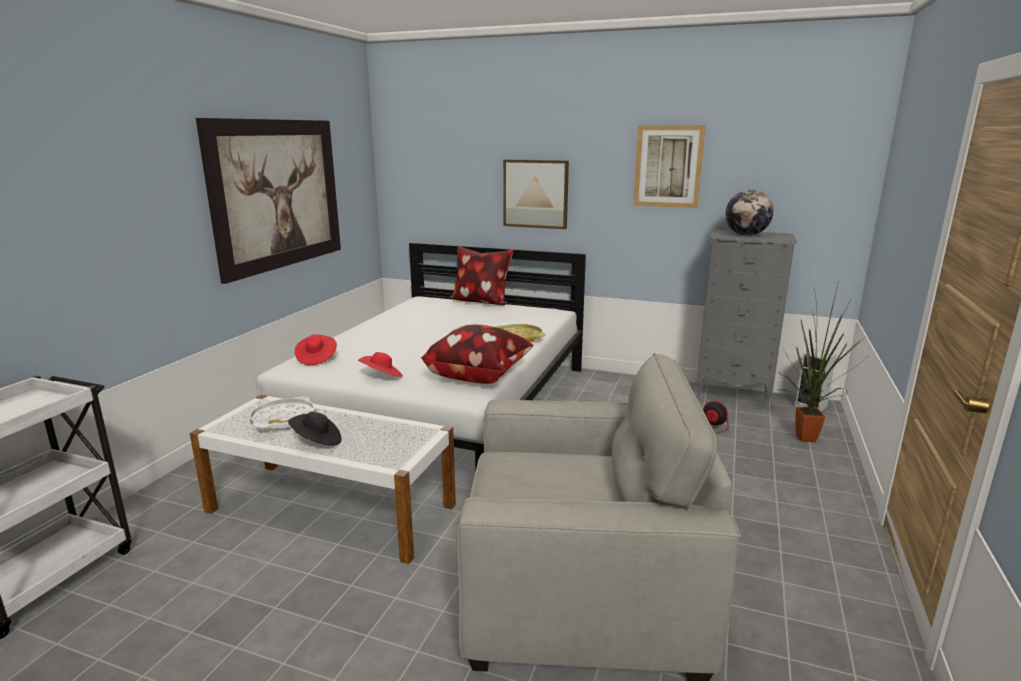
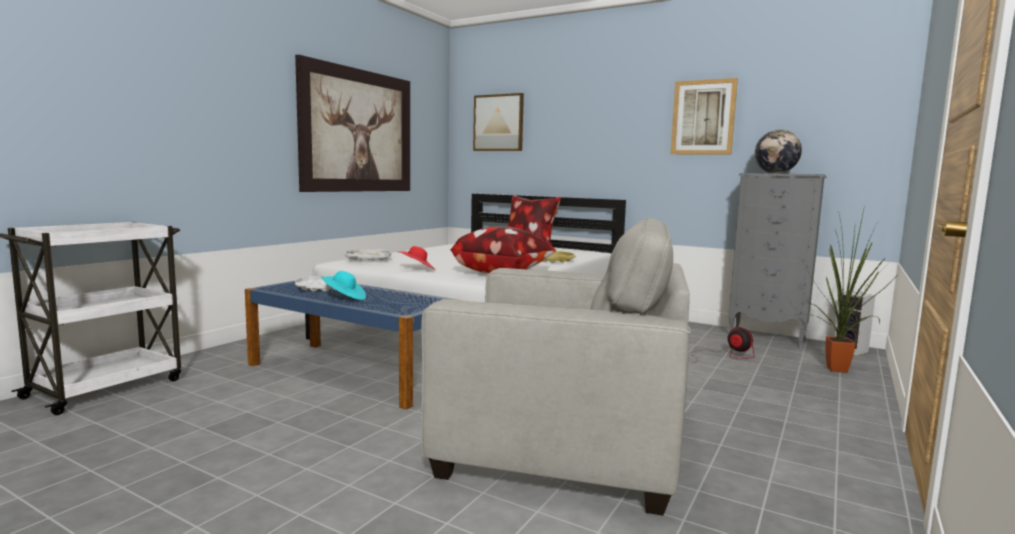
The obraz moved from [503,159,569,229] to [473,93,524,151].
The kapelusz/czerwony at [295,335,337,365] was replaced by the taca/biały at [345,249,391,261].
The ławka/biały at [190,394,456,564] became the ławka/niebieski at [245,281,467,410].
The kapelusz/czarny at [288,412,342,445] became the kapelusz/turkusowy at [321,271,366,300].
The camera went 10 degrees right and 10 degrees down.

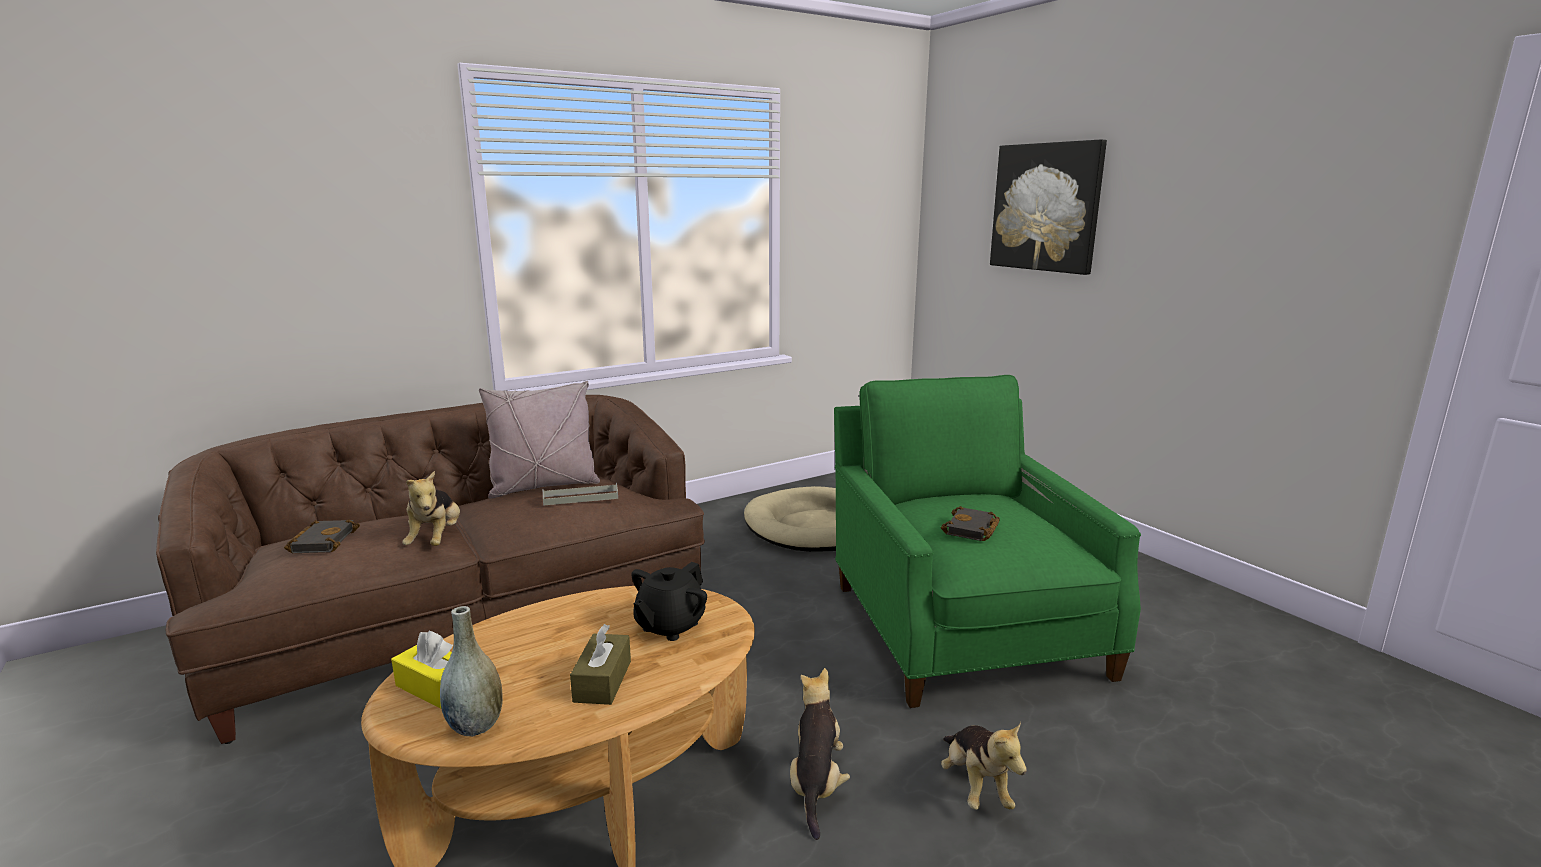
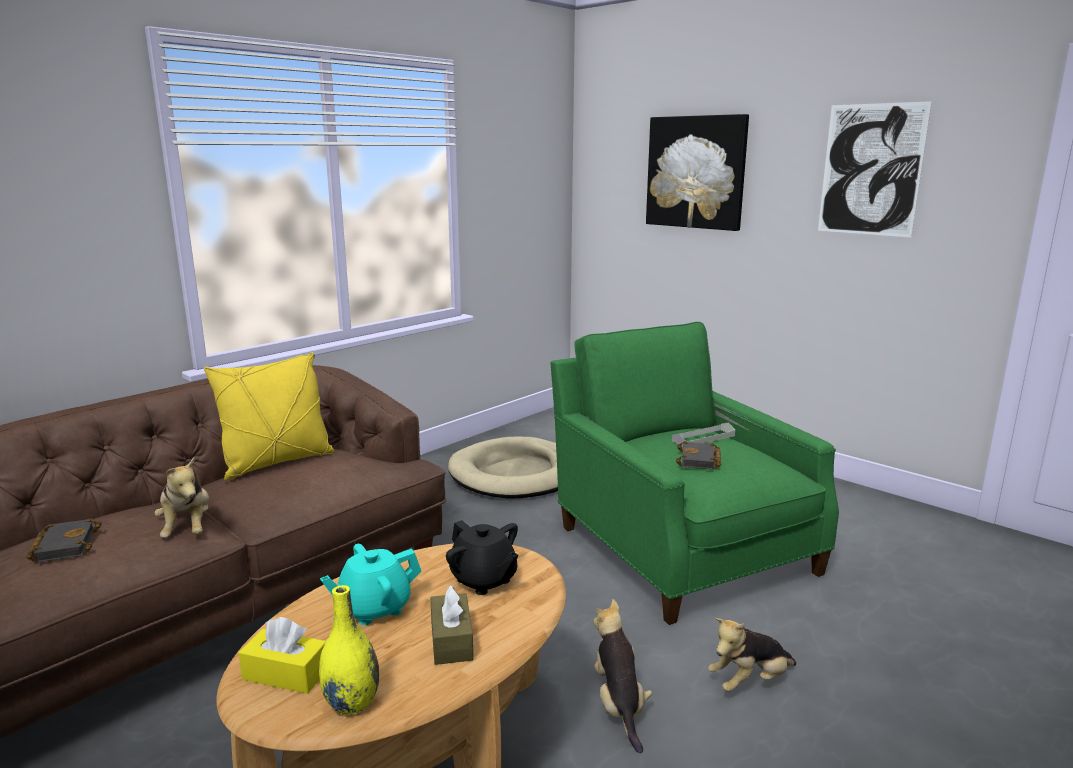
The imbryk/turkusowy at [320,544,421,625] appeared.
The obraz at [818,101,932,237] appeared.
The taca/szary moved from [543,483,618,506] to [672,422,735,446].
The wazon/szary at [440,606,503,737] became the wazon/żółty at [319,585,379,715].
The poduszka/fioletowy at [479,381,600,499] became the poduszka/żółty at [204,352,335,480].
The imbryk/czarny at [631,562,707,641] turned 60 degrees counterclockwise.
The pluszak at [941,722,1027,810] turned 90 degrees clockwise.
The camera went 15 degrees left and 0 degrees up.

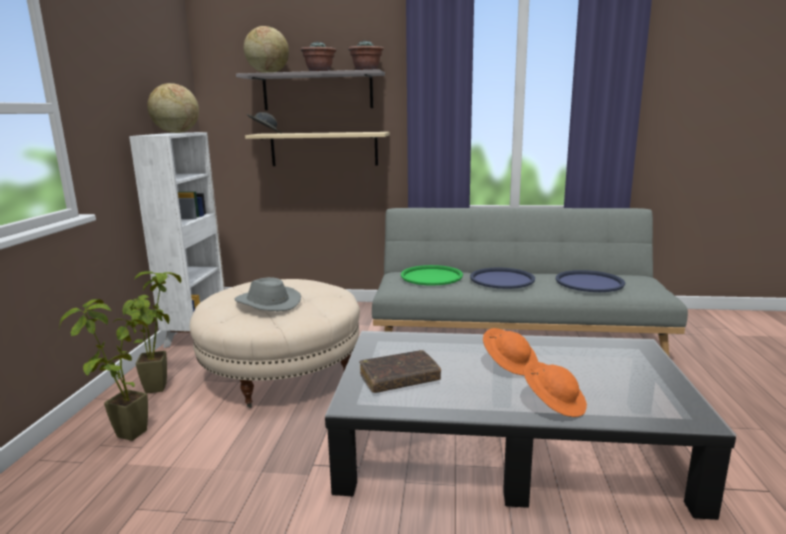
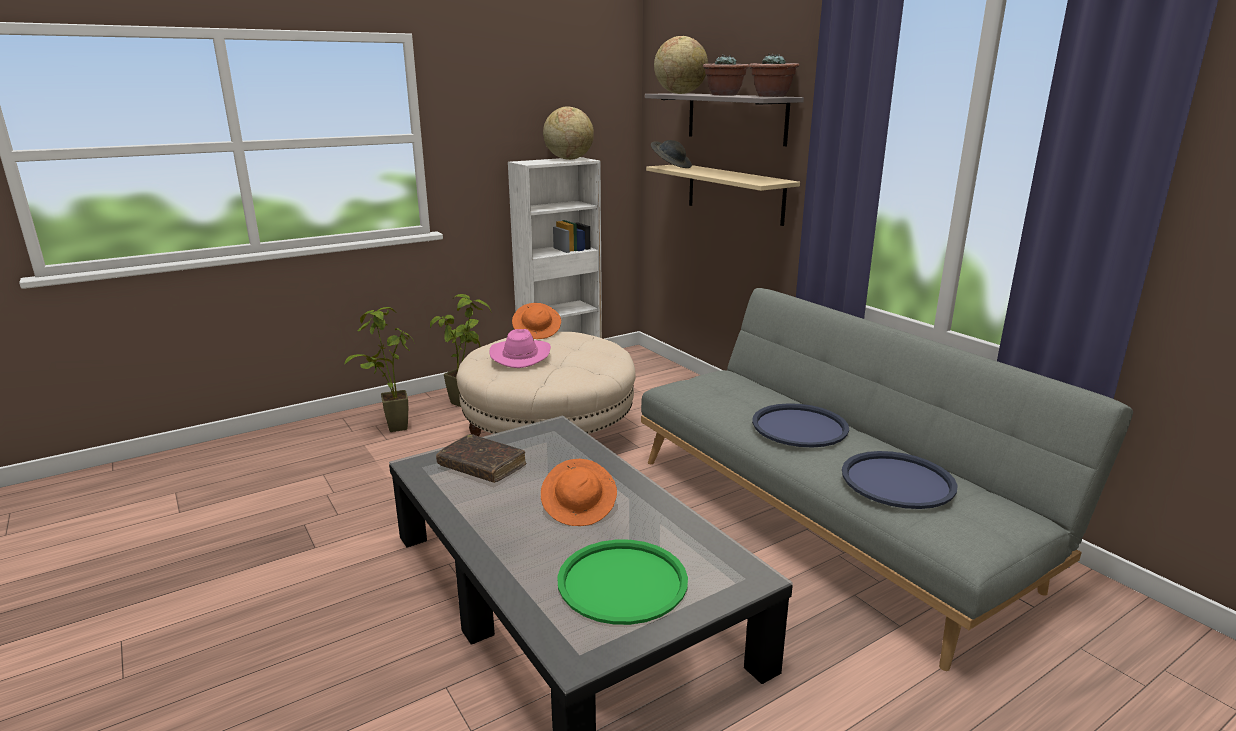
The taca/zielony moved from [401,265,463,286] to [557,540,688,625].
The kapelusz/pomarańczowy moved from [524,361,587,417] to [512,303,561,339].
The kapelusz/szary at [234,277,301,311] became the kapelusz/różowy at [490,329,551,368].
The camera went 50 degrees right and 5 degrees up.

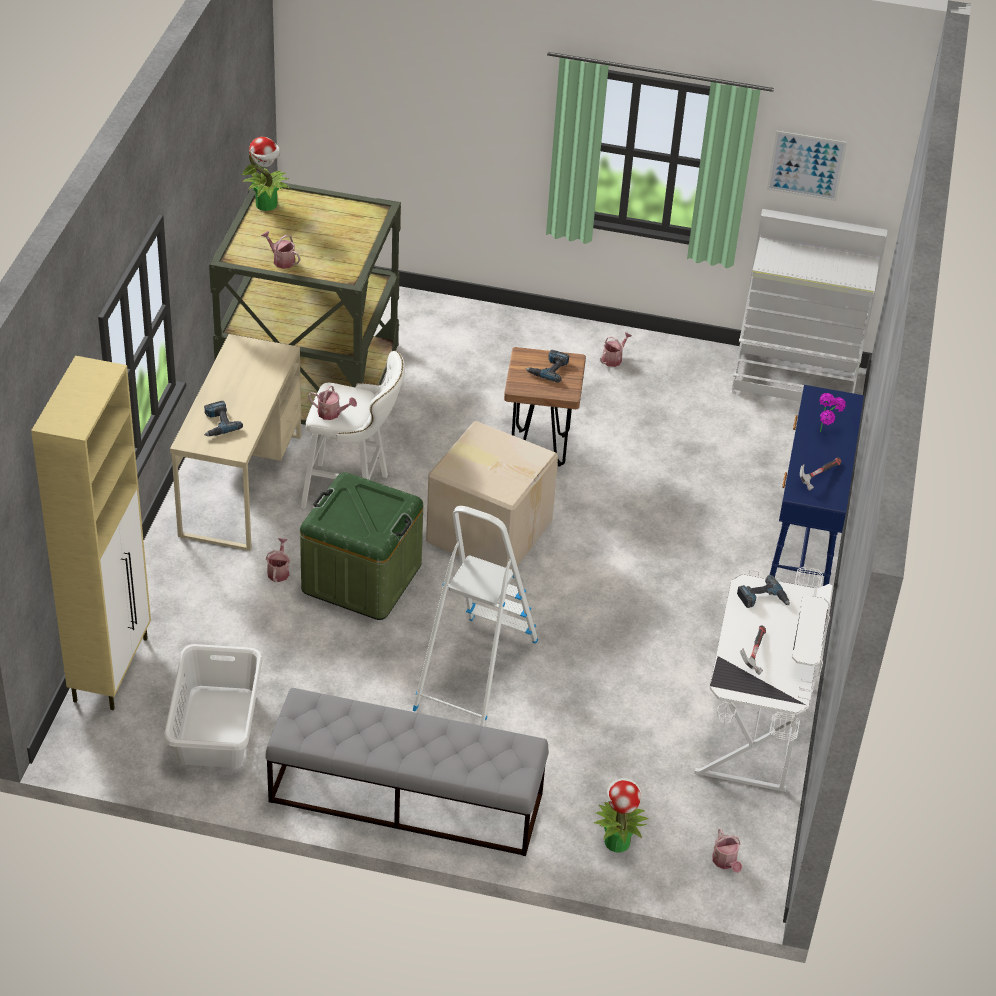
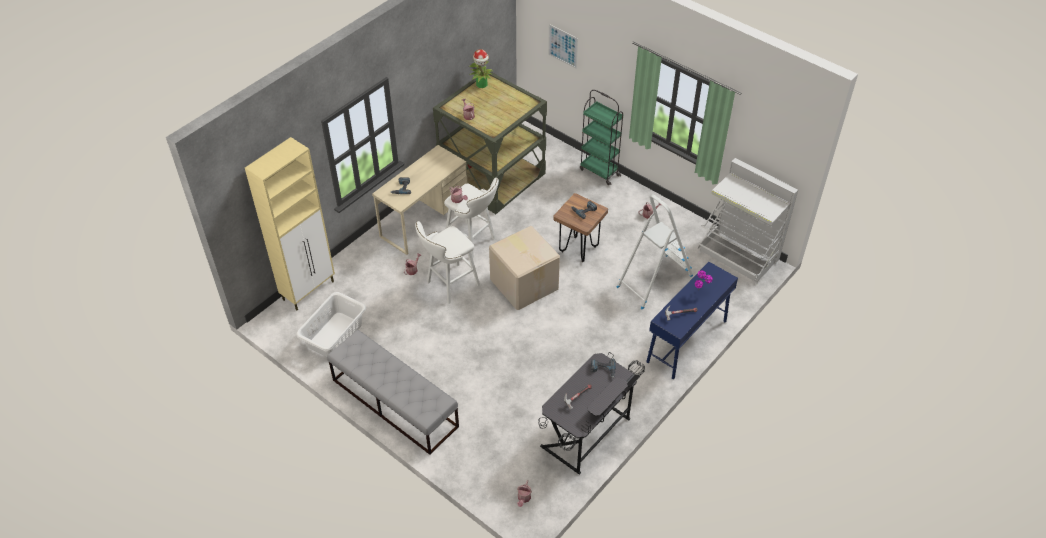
The roślina doniczkowa at [594,778,648,853] disappeared.
The wózek/zielony at [580,90,623,185] appeared.
The drabinka/biały moved from [413,506,538,727] to [617,194,693,309].
The obraz moved from [767,131,847,201] to [548,24,578,69].
The pojemnik do przechowywania/zielony at [300,472,423,620] was replaced by the stołek/biały at [415,221,480,304].
The biurko/biały at [695,567,832,792] became the biurko/czarny at [538,352,645,475].
The camera went 30 degrees right and 5 degrees up.

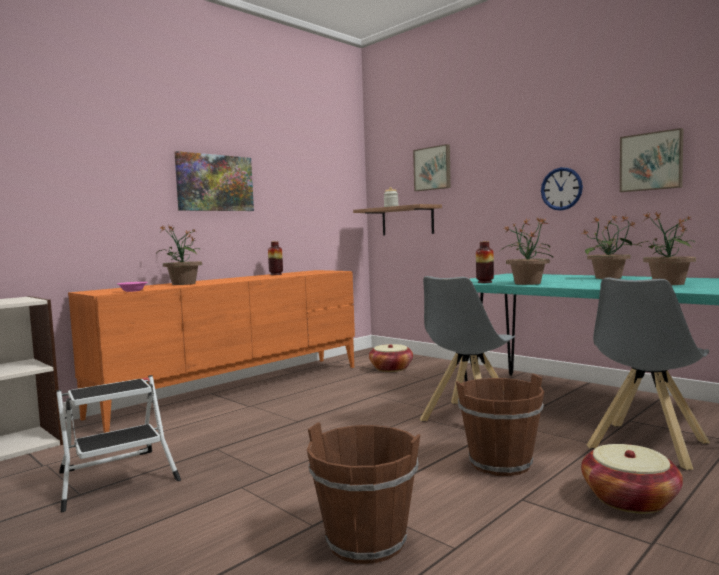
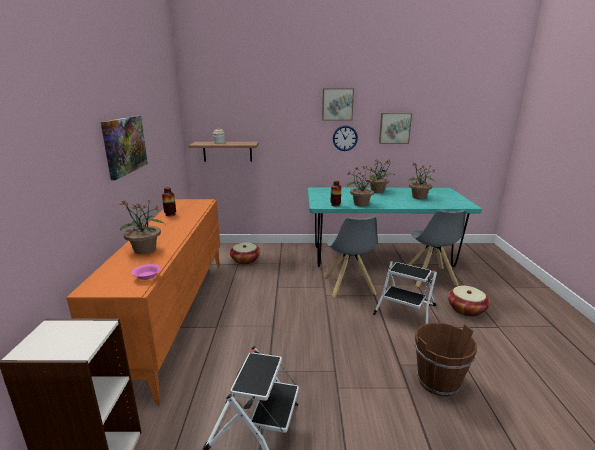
The obraz moved from [413,144,451,191] to [322,89,354,120].
The wiadro/brązowy at [456,374,544,476] was replaced by the drabinka at [373,260,437,324].
The camera went 45 degrees left and 15 degrees up.

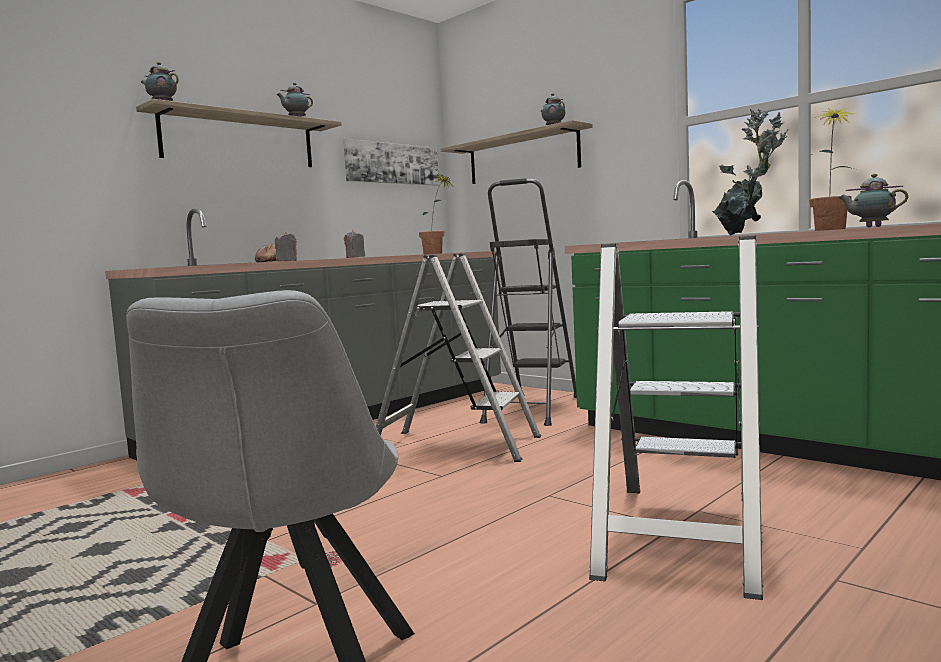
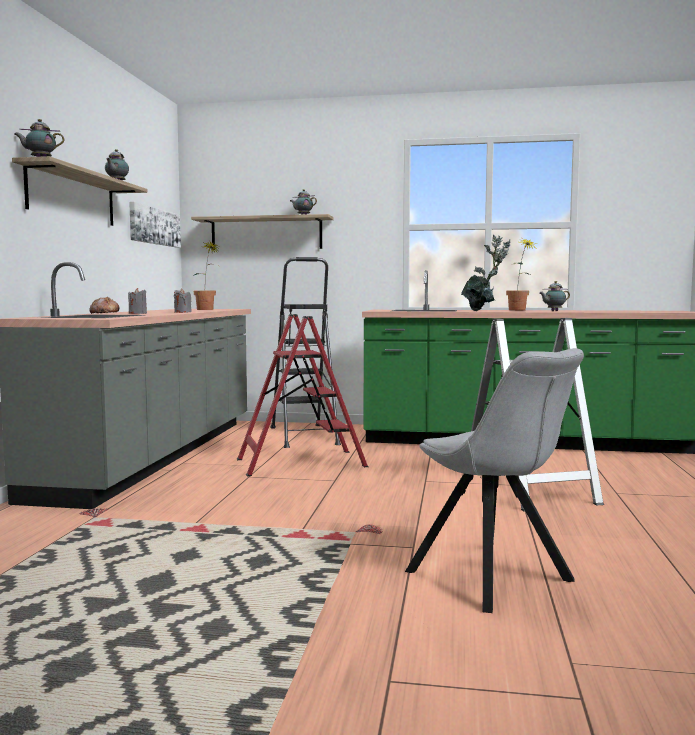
The drabinka/szary at [376,253,542,462] became the drabinka/czerwony at [237,314,369,476].
The camera went 35 degrees left and 0 degrees up.

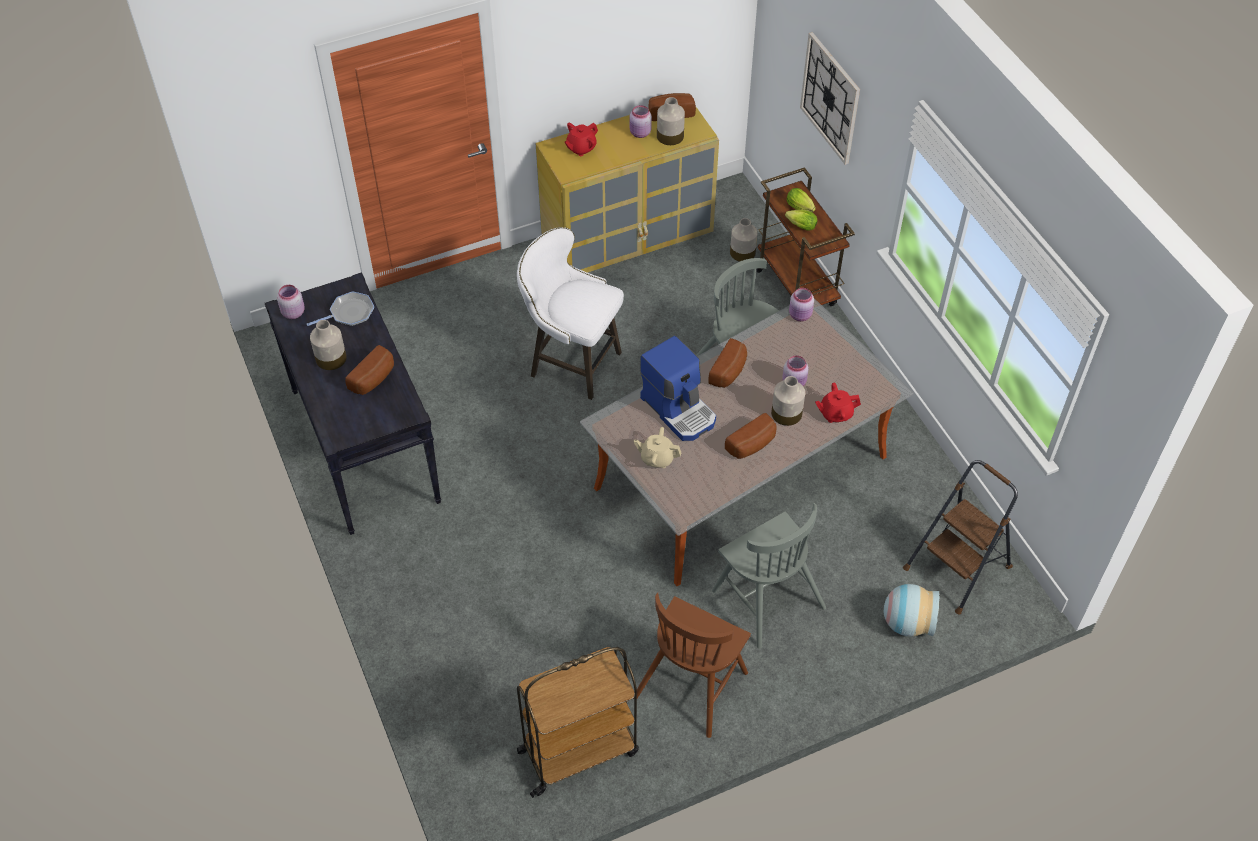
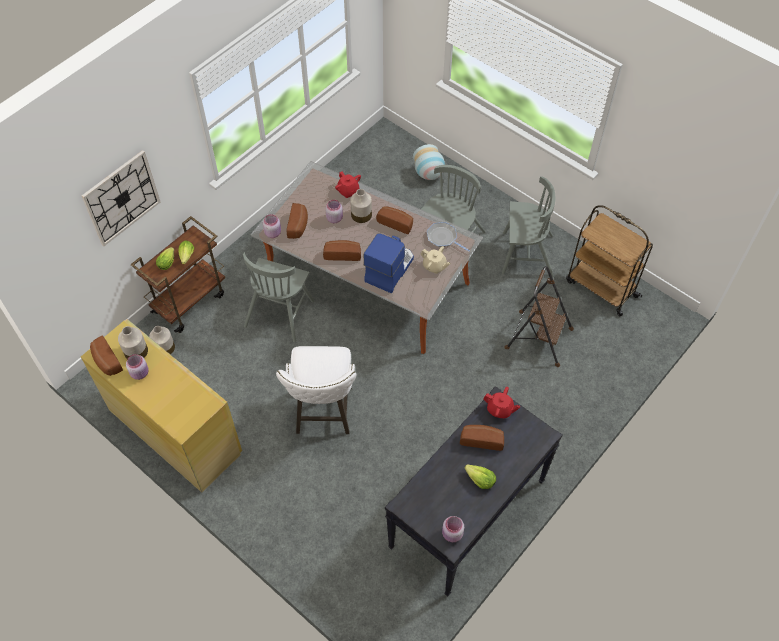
The chleb at [286,203,308,239] appeared.
The patelnia moved from [307,291,374,326] to [427,222,470,252].
The imbryk/czerwony moved from [565,122,598,156] to [483,387,520,418].
The drabinka/brązowy moved from [903,460,1018,615] to [504,266,574,367].
The wazon/beżowy at [310,320,347,370] was replaced by the sałata at [464,464,496,489].
The krzesło/brązowy at [633,593,751,738] became the krzesło/szary at [502,176,555,277].
The imbryk/beżowy at [634,427,681,468] turned 45 degrees counterclockwise.
The camera went 115 degrees left and 5 degrees up.

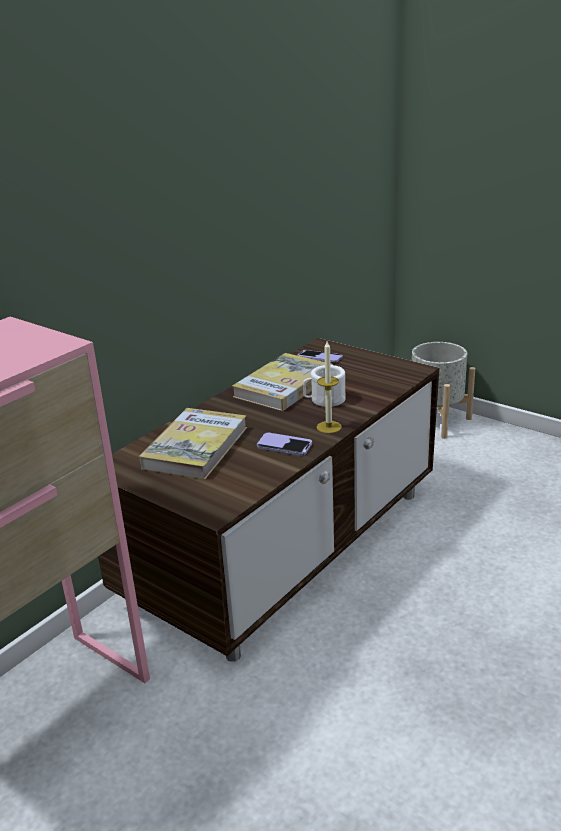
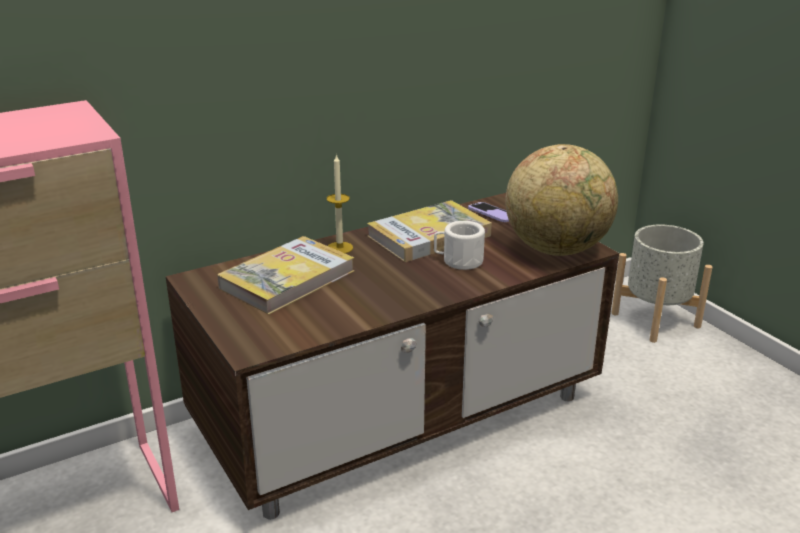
The telefon at [257,433,312,456] disappeared.
The globus at [505,144,618,256] appeared.
The świeca moved from [317,341,342,434] to [327,154,353,253].
The camera went 20 degrees right and 0 degrees up.

